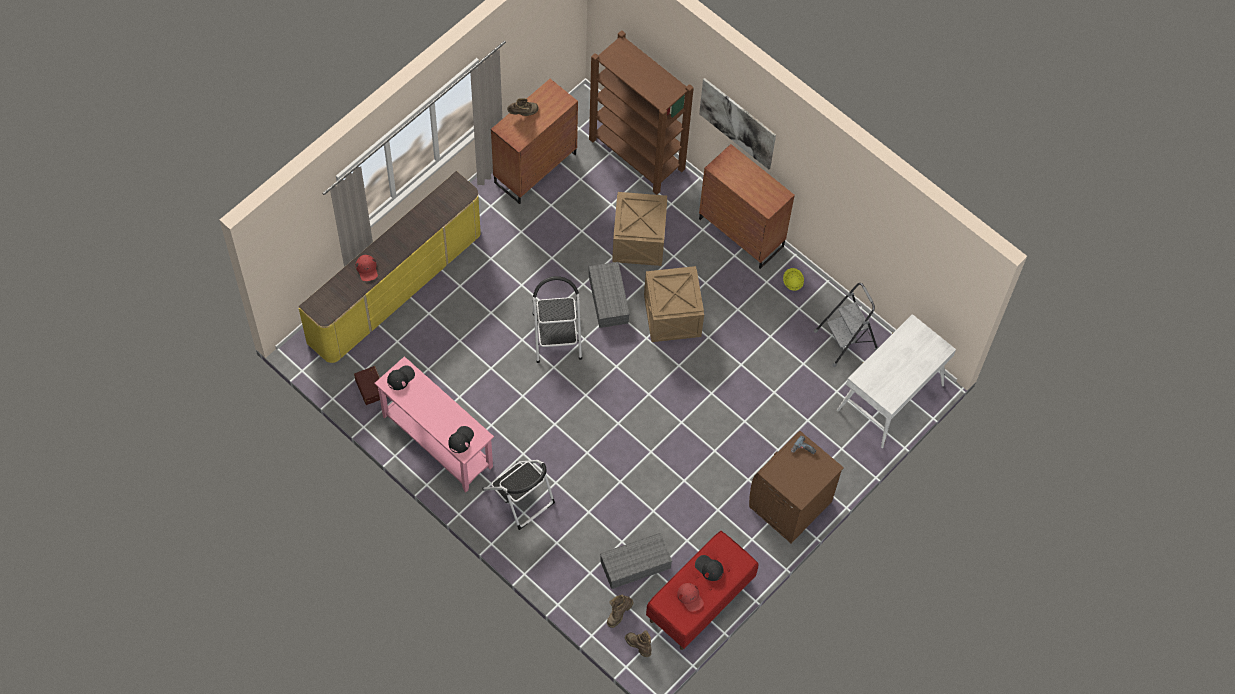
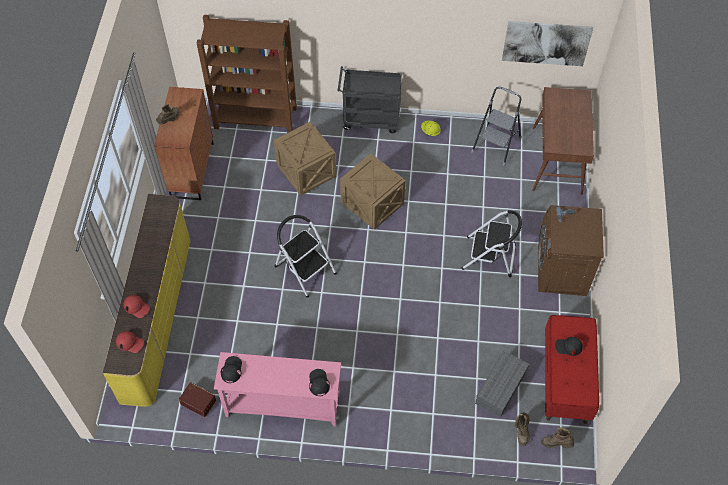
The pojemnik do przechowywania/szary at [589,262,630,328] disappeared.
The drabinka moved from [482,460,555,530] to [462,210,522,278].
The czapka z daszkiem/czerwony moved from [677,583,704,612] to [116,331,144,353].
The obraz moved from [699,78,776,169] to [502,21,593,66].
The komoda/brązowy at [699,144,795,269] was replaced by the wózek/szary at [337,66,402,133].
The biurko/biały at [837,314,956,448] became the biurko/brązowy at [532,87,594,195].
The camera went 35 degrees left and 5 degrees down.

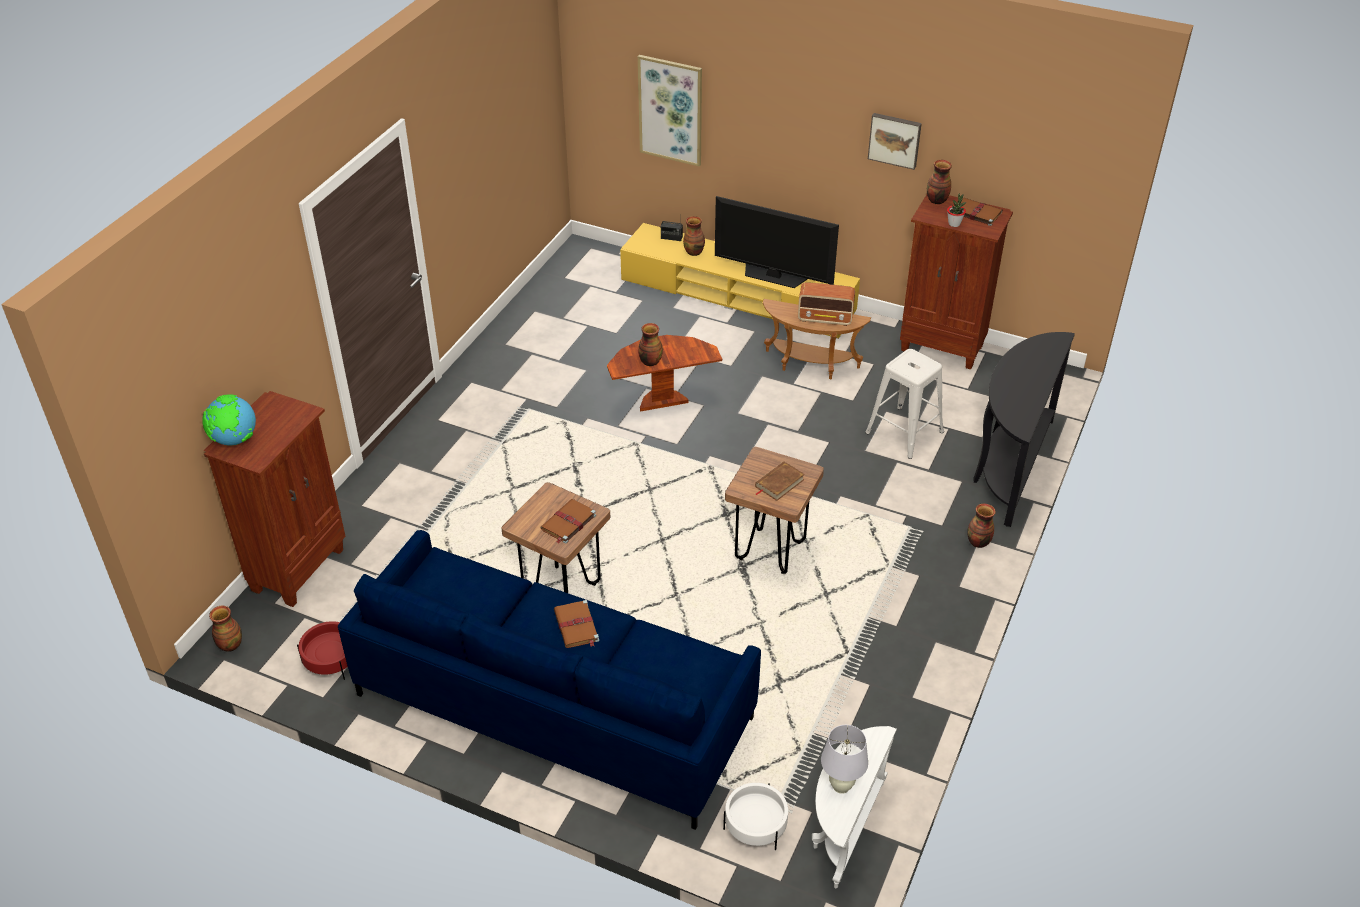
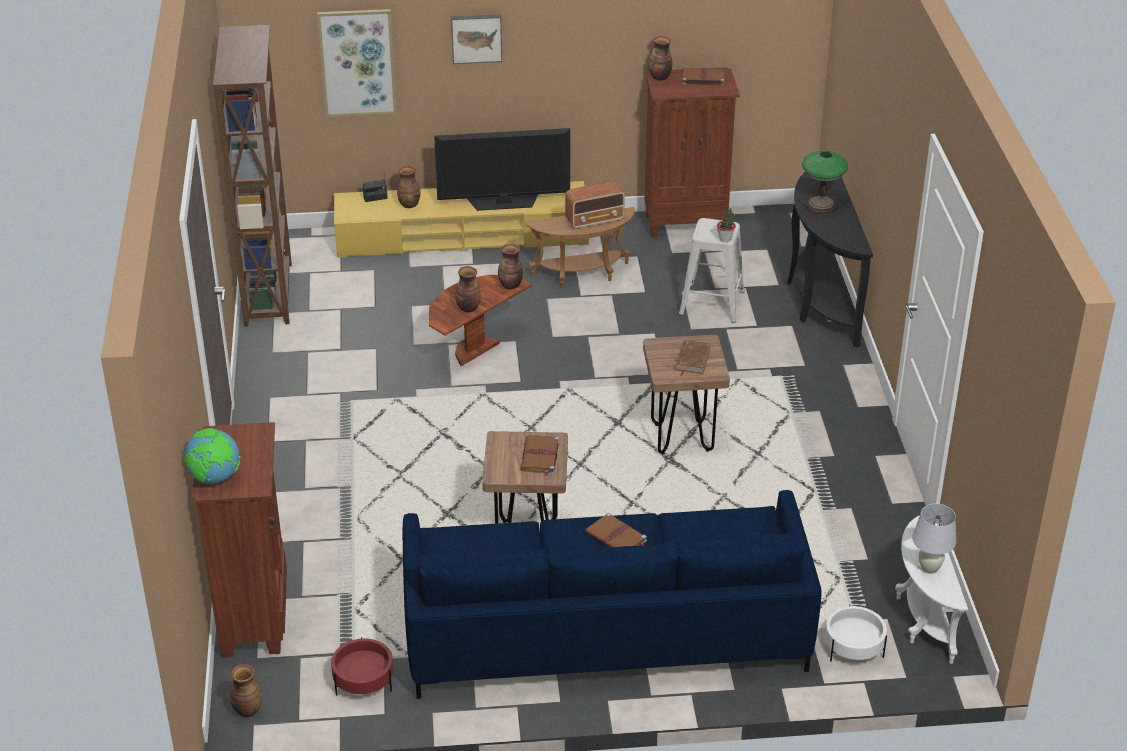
The regał/brązowy at [213,25,292,327] appeared.
The lampa stołowa at [802,151,848,215] appeared.
The obraz moved from [868,113,922,170] to [451,14,502,64].
The roślina doniczkowa moved from [947,193,966,227] to [717,208,736,242].
The wazon moved from [967,503,996,548] to [498,244,523,290].
The camera went 30 degrees left and 5 degrees down.

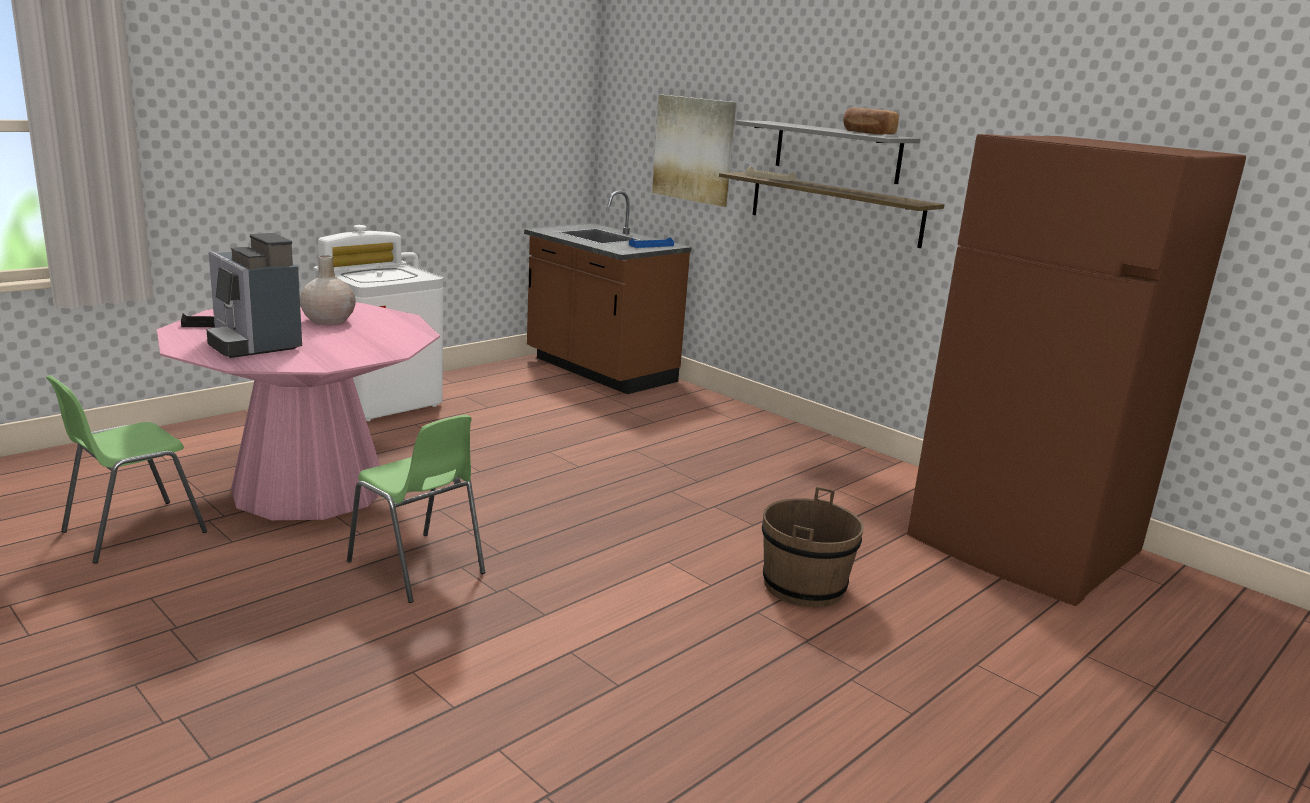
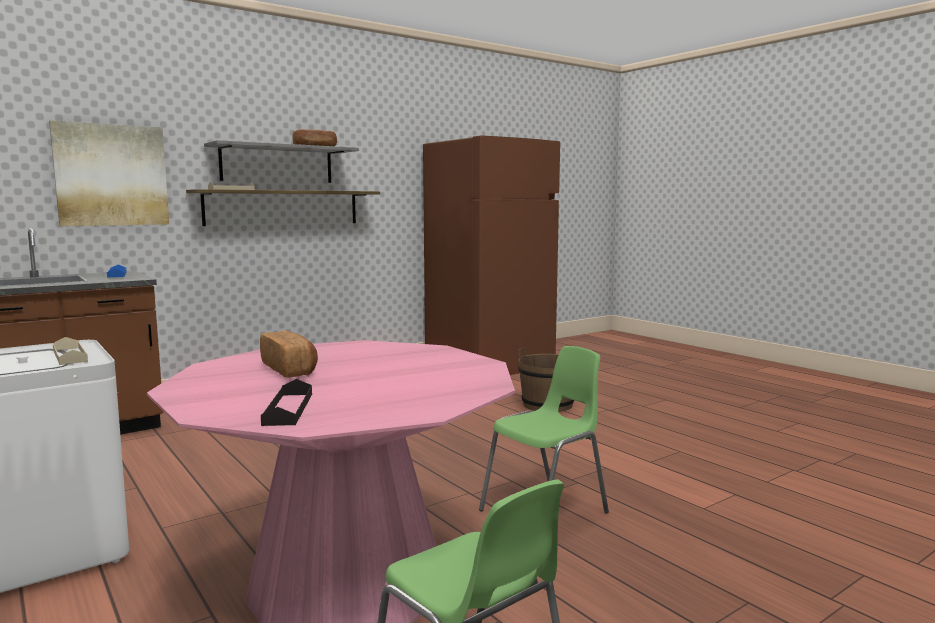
The ekspres do kawy at [206,233,302,358] disappeared.
The taca/beżowy at [53,337,88,365] appeared.
The wazon/beżowy at [300,255,356,325] was replaced by the chleb at [260,330,318,378].
The camera went 80 degrees left and 10 degrees down.

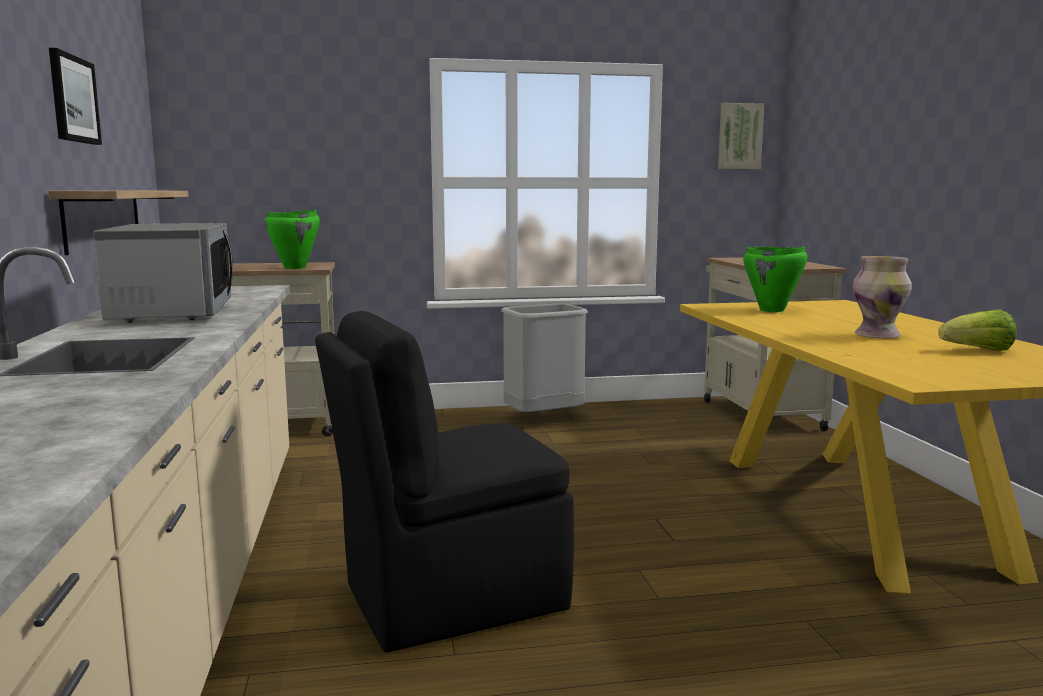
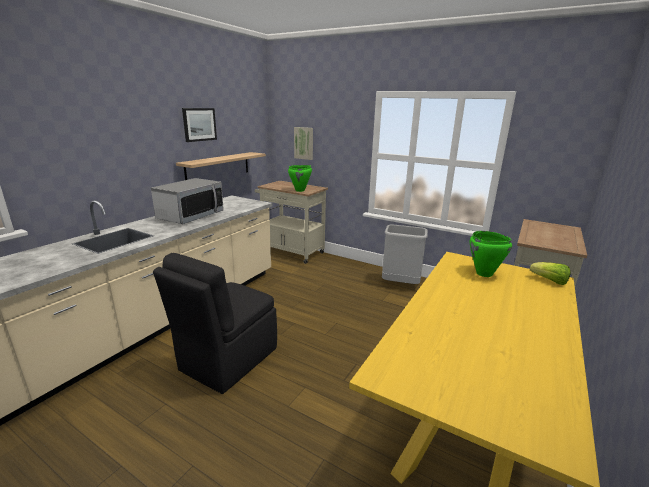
The wazon at [853,256,912,339] disappeared.
The obraz moved from [718,103,764,169] to [294,127,313,160].
The sałata moved from [938,309,1017,351] to [530,262,571,285].
The krzesło/czarny at [315,311,574,653] turned 75 degrees counterclockwise.
The camera went 40 degrees right and 10 degrees up.

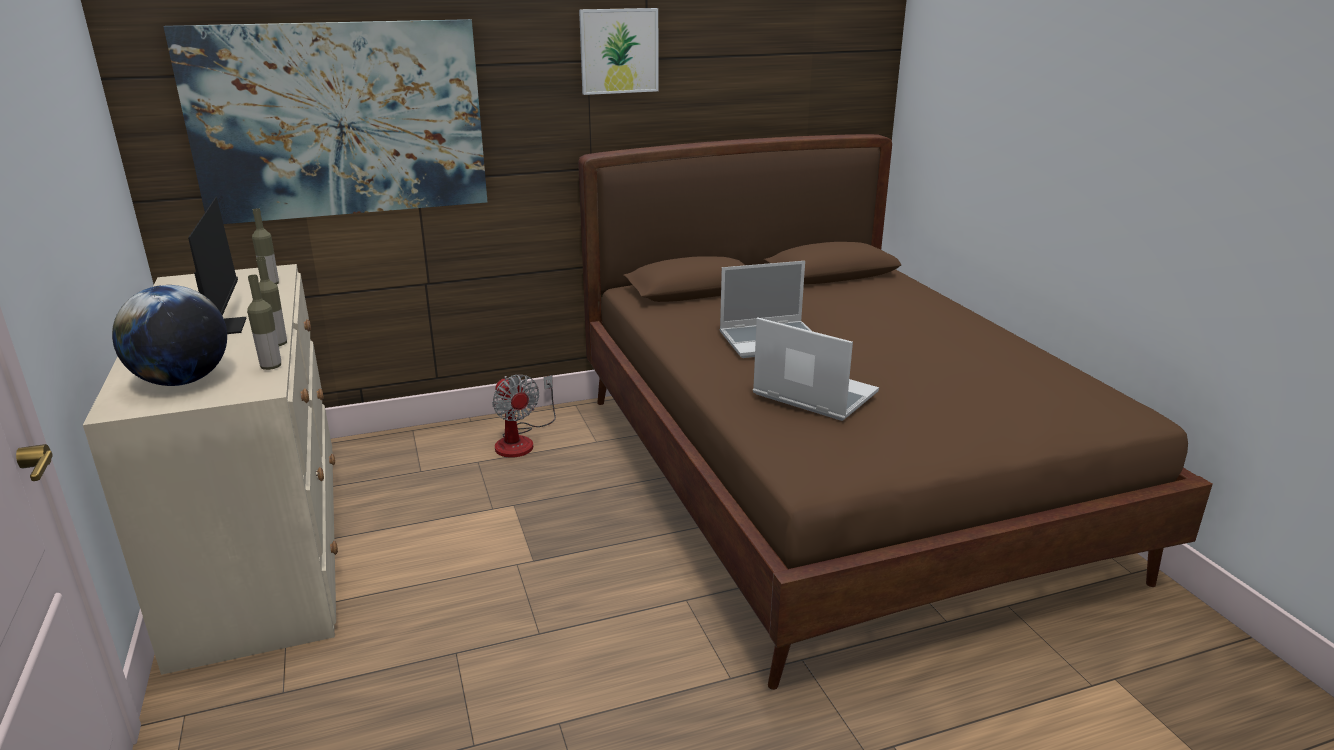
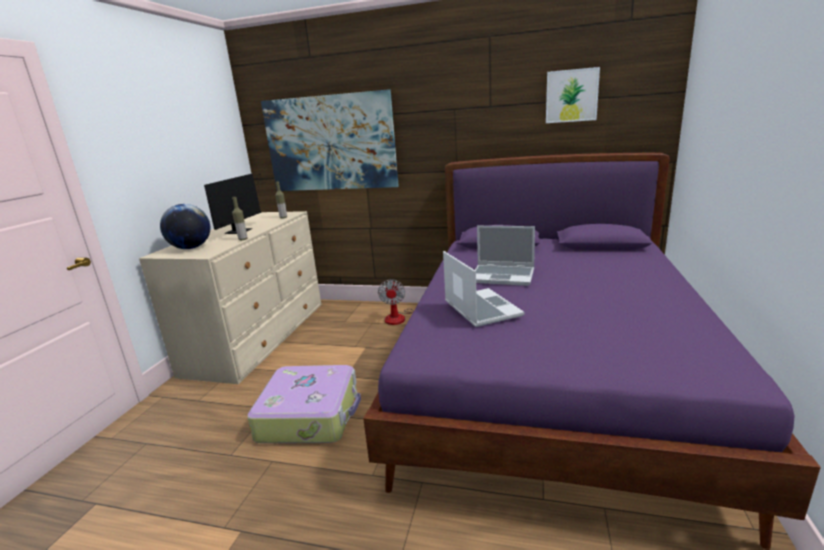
The butelka at [247,275,281,370] disappeared.
The walizka at [247,365,361,443] appeared.
The obraz moved from [579,8,659,95] to [546,67,600,123].
The łóżko/brązowy at [578,134,1213,690] became the łóżko/fioletowy at [363,153,821,550].
The camera went 35 degrees right and 5 degrees down.

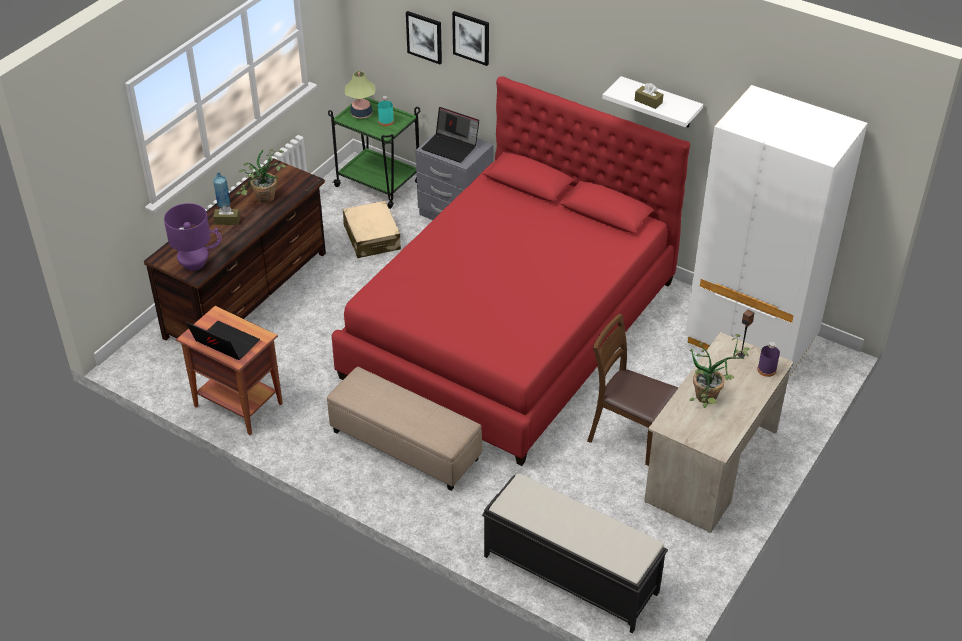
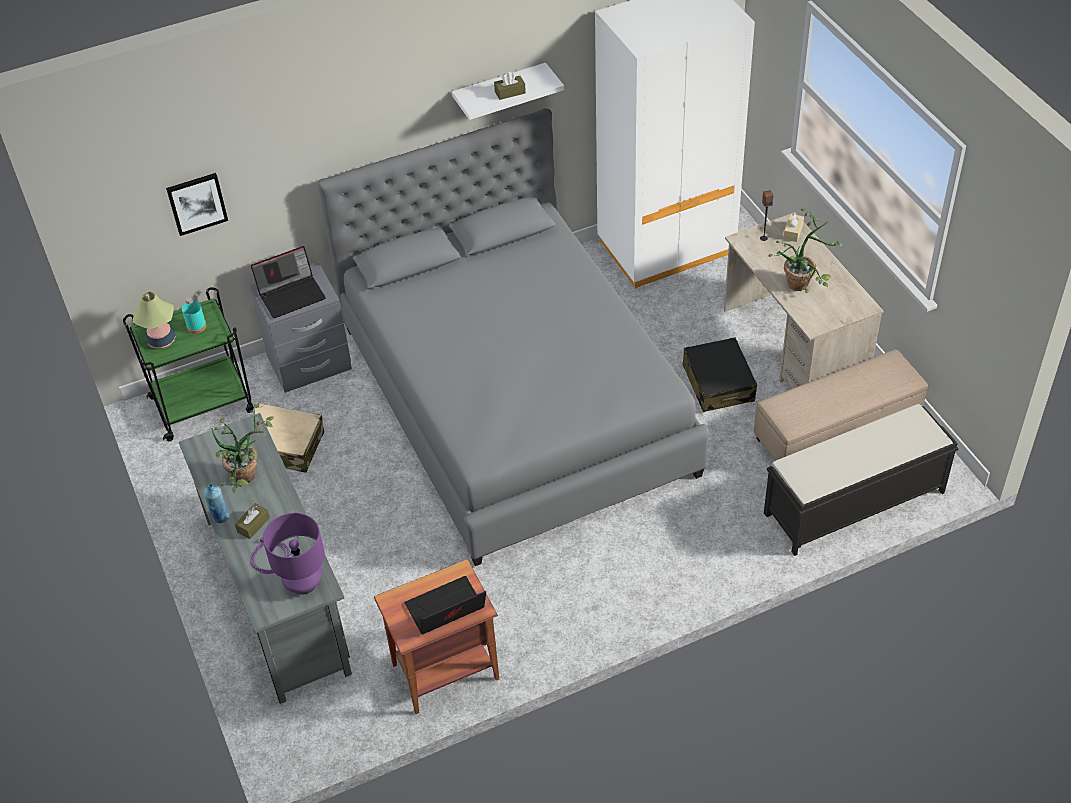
The obraz at [452,11,489,66] disappeared.
The pufa/beżowy moved from [327,367,482,491] to [754,349,928,461].
The krzesło/brązowy at [587,314,678,466] was replaced by the walizka/czarny at [683,337,757,412].
The butelka/fioletowy at [757,342,780,377] was replaced by the pudełko chusteczek/beżowy at [783,213,804,242].
The komoda/brązowy at [144,158,326,340] became the komoda/szary at [179,413,352,704].
The łóżko/czerwony at [332,76,690,466] became the łóżko/szary at [318,108,709,566].
The camera went 55 degrees left and 5 degrees up.

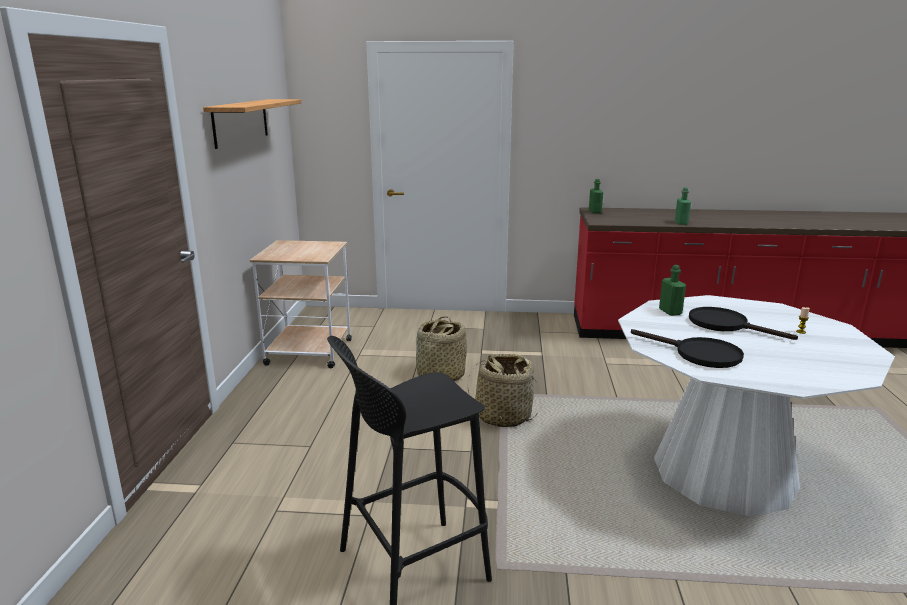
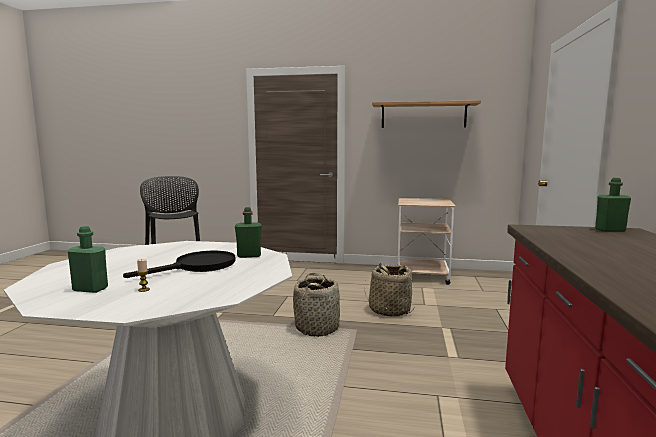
The patelnia/czarny at [631,329,744,368] disappeared.
The butelka/zielony moved from [675,187,691,225] to [68,226,108,293].
The camera went 95 degrees right and 10 degrees down.

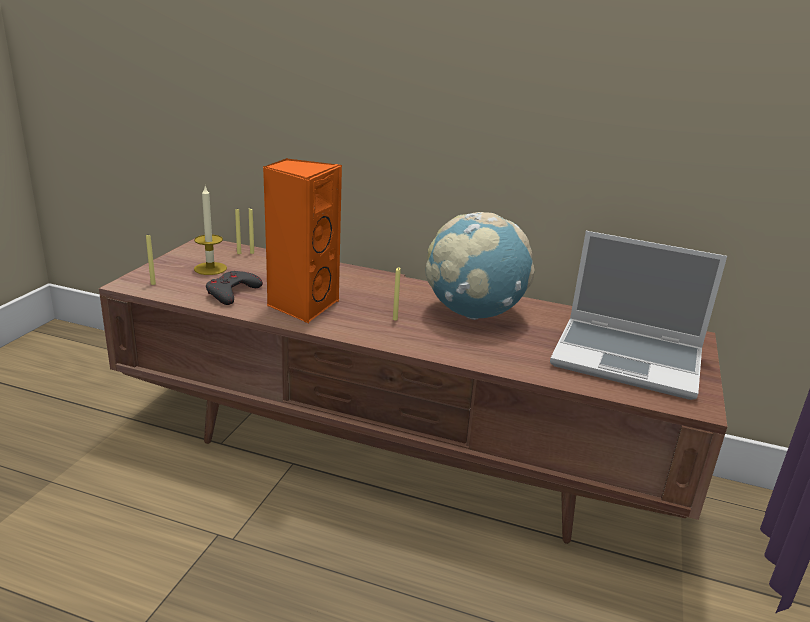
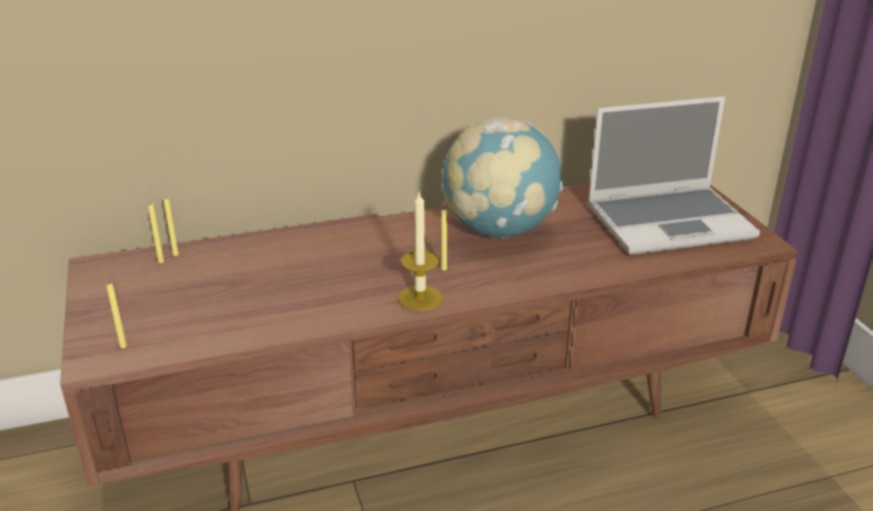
The pad do gier/szary at [206,271,263,305] disappeared.
The głośnik/pomarańczowy at [263,158,342,323] disappeared.
The świeca moved from [194,186,227,275] to [398,191,443,311].
The camera went 35 degrees left and 5 degrees up.

